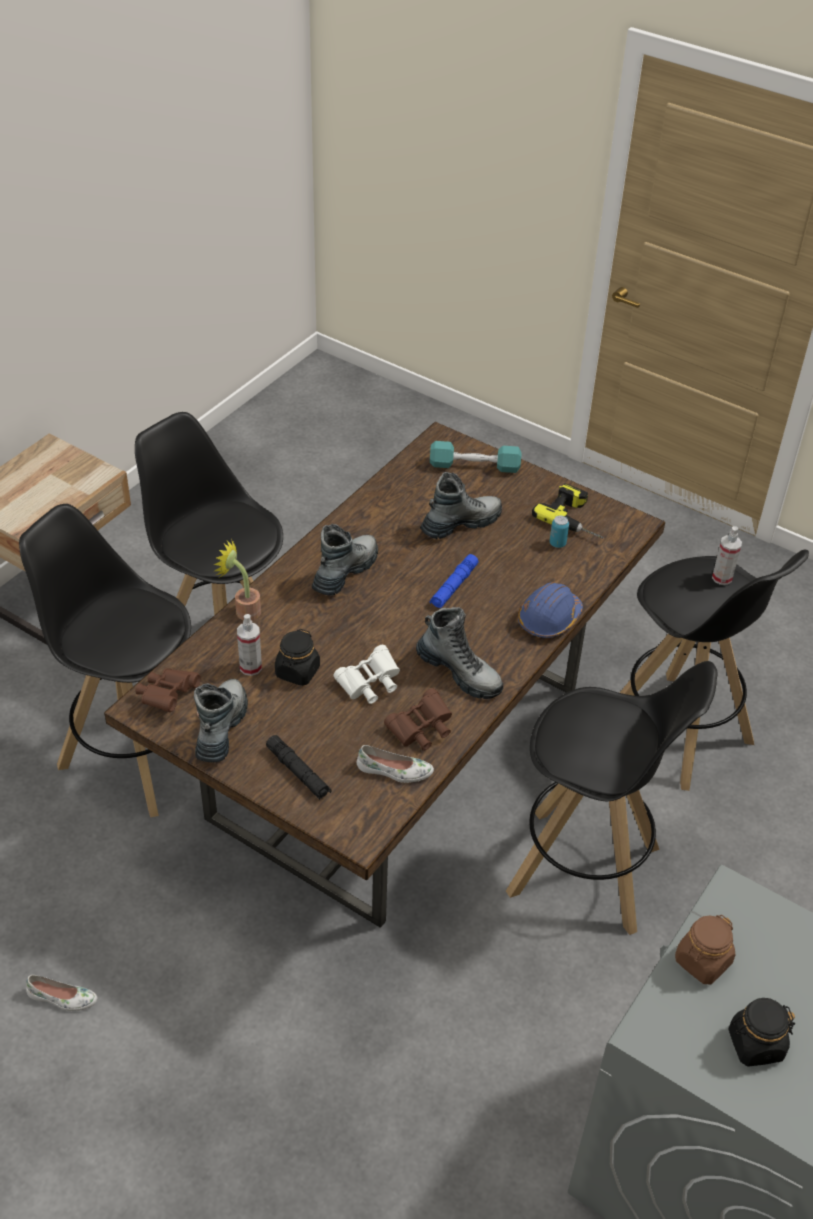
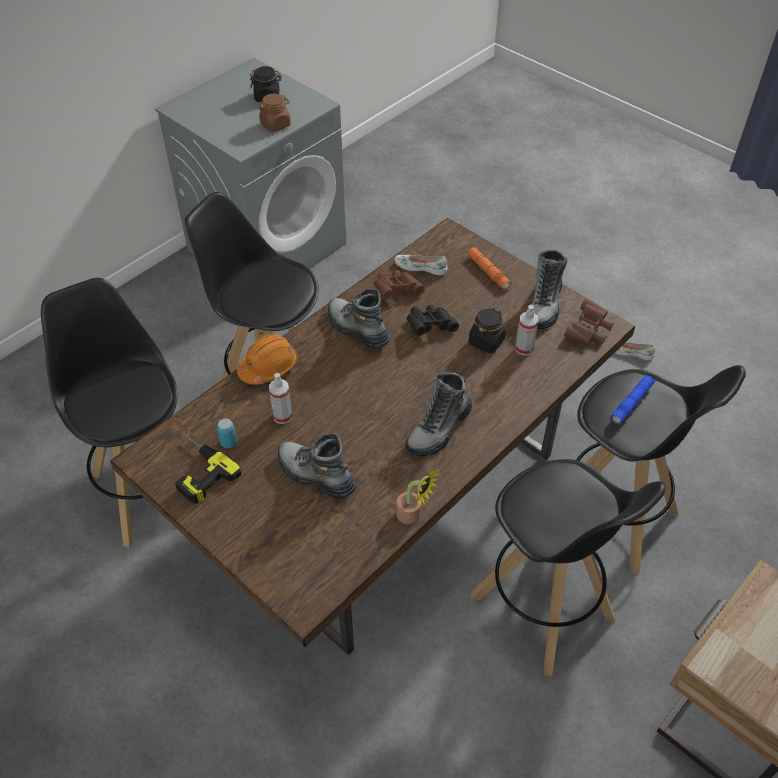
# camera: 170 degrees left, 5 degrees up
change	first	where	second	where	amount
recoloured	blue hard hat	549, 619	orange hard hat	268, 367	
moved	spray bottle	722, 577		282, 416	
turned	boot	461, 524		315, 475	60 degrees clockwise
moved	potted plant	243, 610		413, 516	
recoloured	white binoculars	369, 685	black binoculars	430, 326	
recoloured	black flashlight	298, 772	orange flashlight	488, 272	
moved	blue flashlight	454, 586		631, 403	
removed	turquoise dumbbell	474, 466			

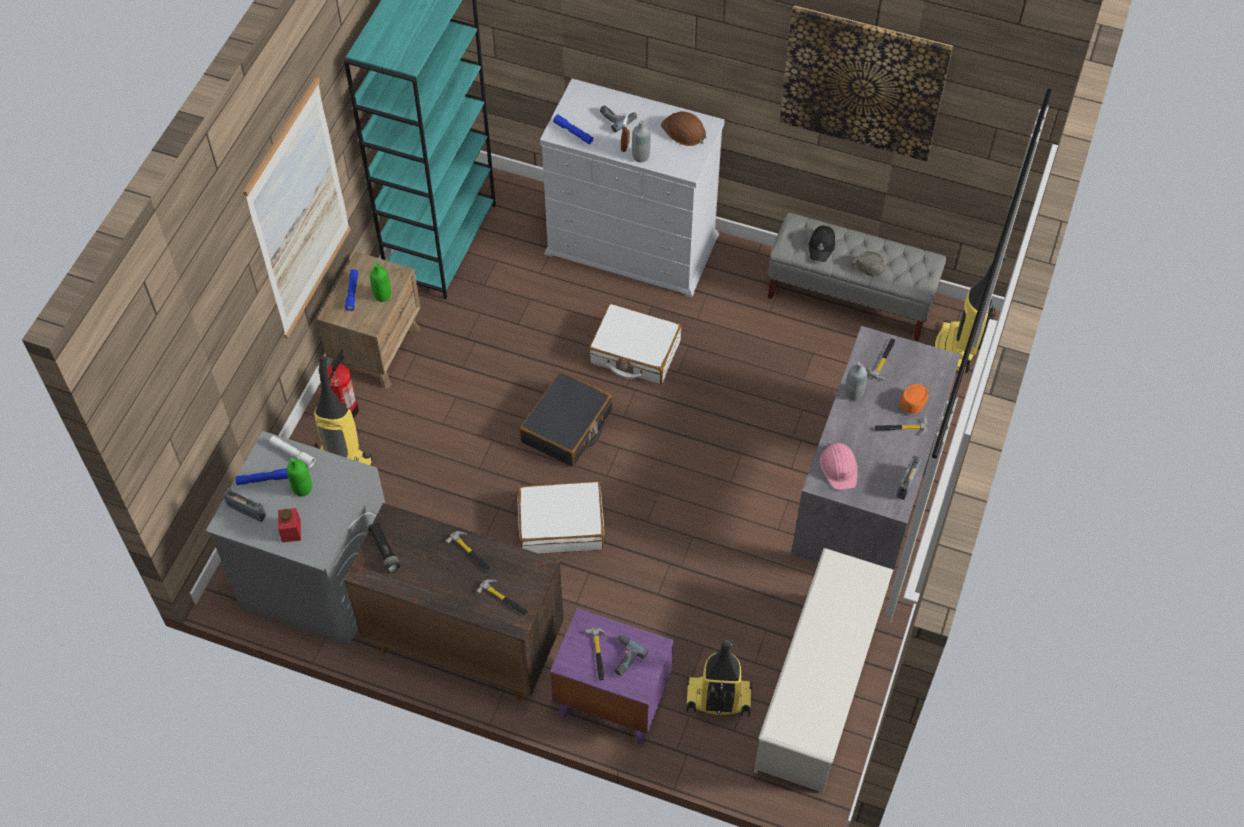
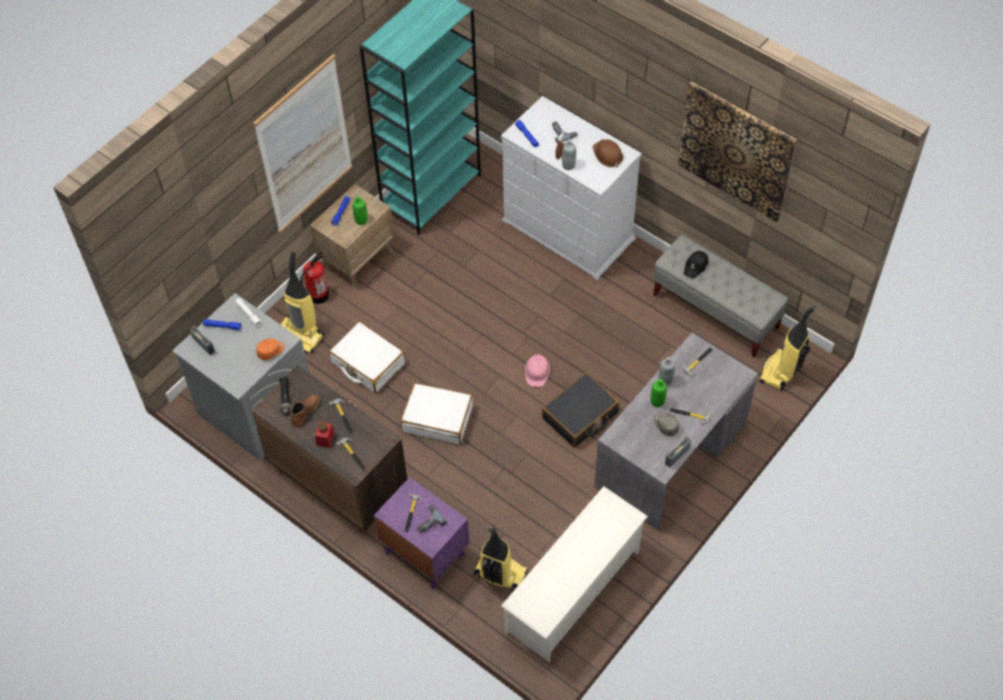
# camera: 20 degrees right, 0 degrees up
change	first	where	second	where	amount
moved	orange cap	914, 400		271, 351	
added			brown boot	305, 412	
moved	red jar	291, 531		325, 439	
moved	white suitcase	634, 352		367, 363	
moved	pink hard hat	839, 467		537, 371	
moved	black suitcase	567, 427		580, 416	
moved	green bottle	302, 488		657, 401	
moved	grey cap	866, 267		665, 425	

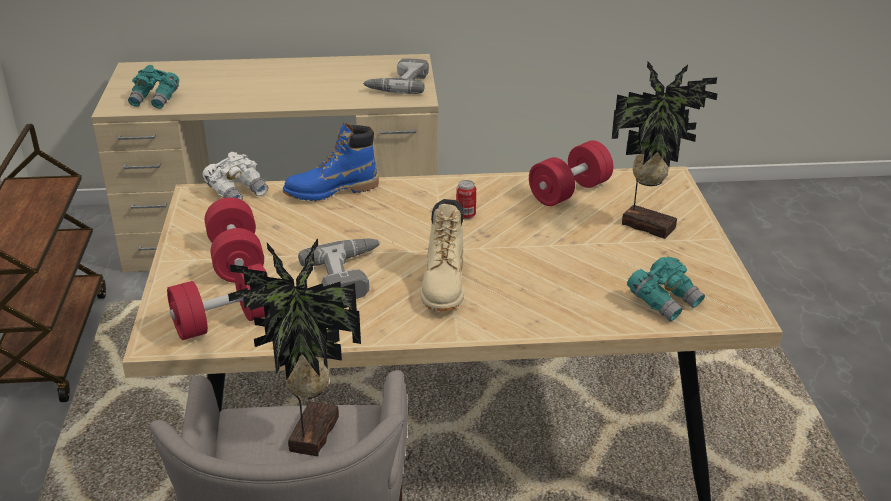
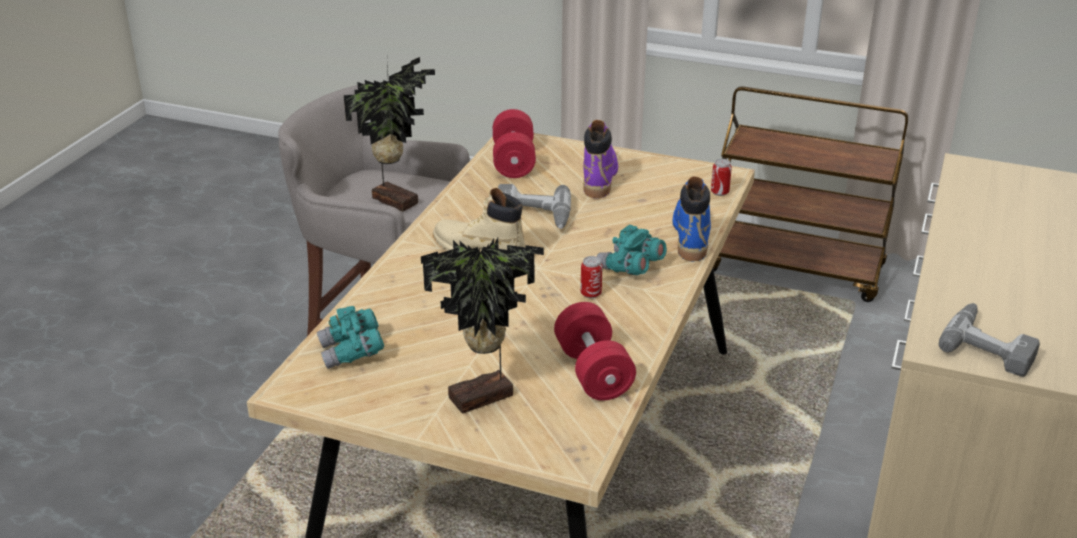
# camera: 115 degrees right, 0 degrees up
change	first	where	second	where	amount
replaced	red dumbbell	236, 259	purple boot	598, 176	
moved	turquoise binoculars	155, 100		630, 268	
replaced	white binoculars	237, 192	can	719, 192	

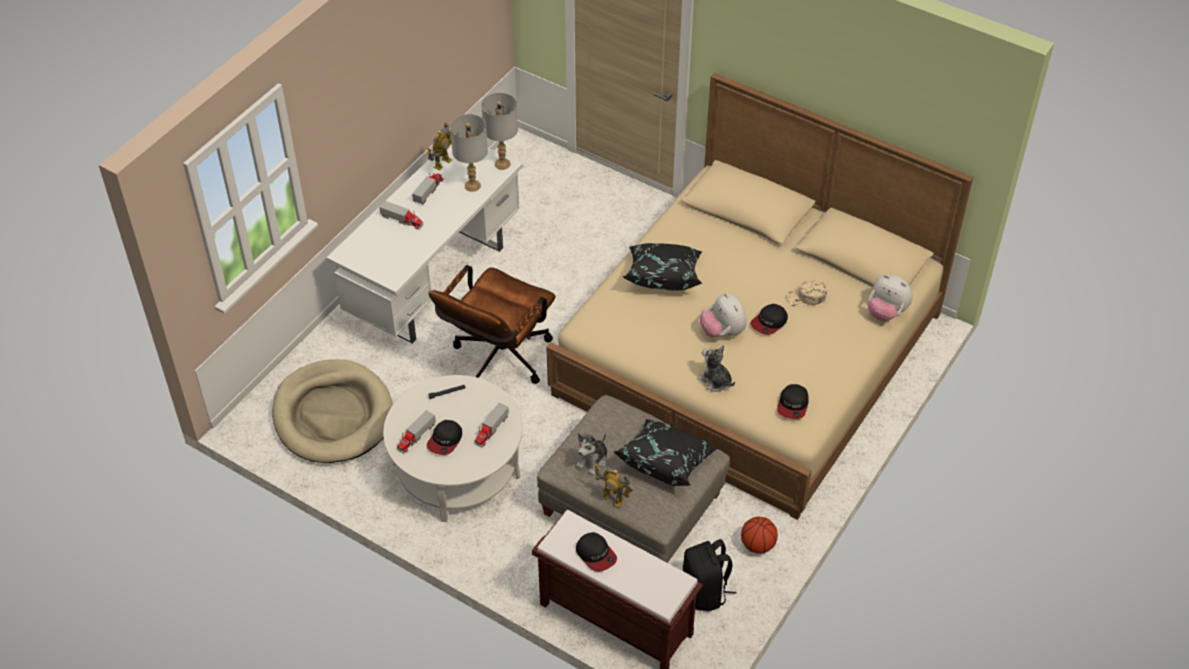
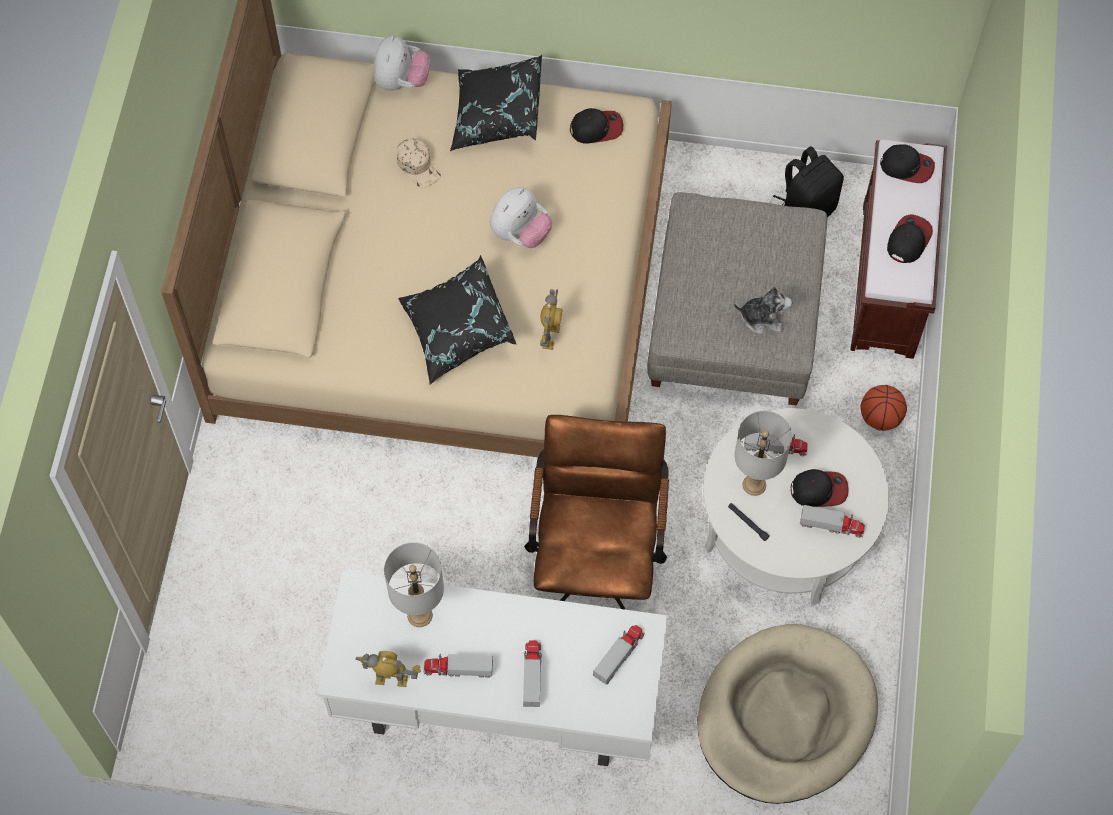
# camera: 115 degrees left, 15 degrees up
change	first	where	second	where	amount
moved	black pillow	666, 461		496, 116	
turned	brown office chair	497, 361		596, 560	90 degrees counterclockwise
moved	toy robot	613, 499		550, 336	
added			toy truck	619, 655	
moved	grey table lamp	502, 164		754, 484	
moved	basketball	758, 545		880, 417	
moved	cap	769, 322		907, 166	
removed	plush toy	715, 381			

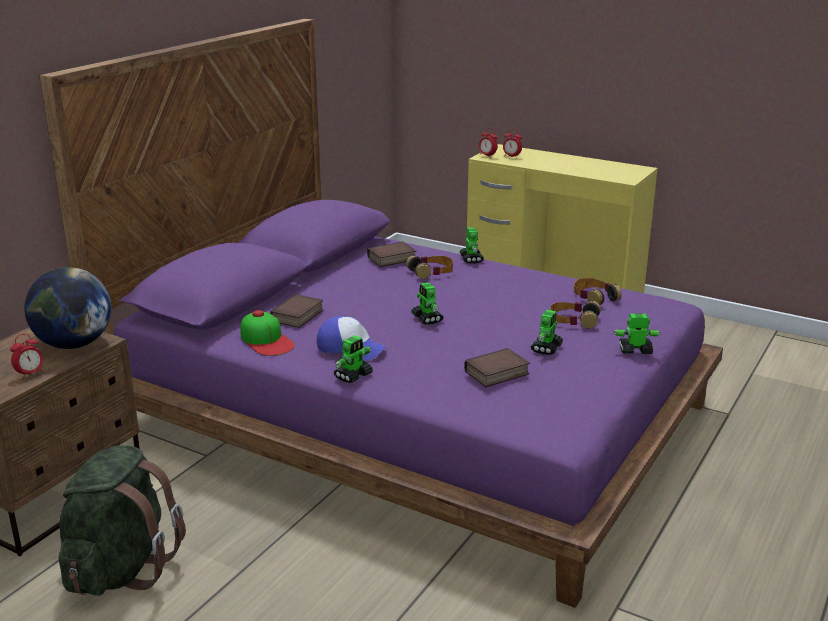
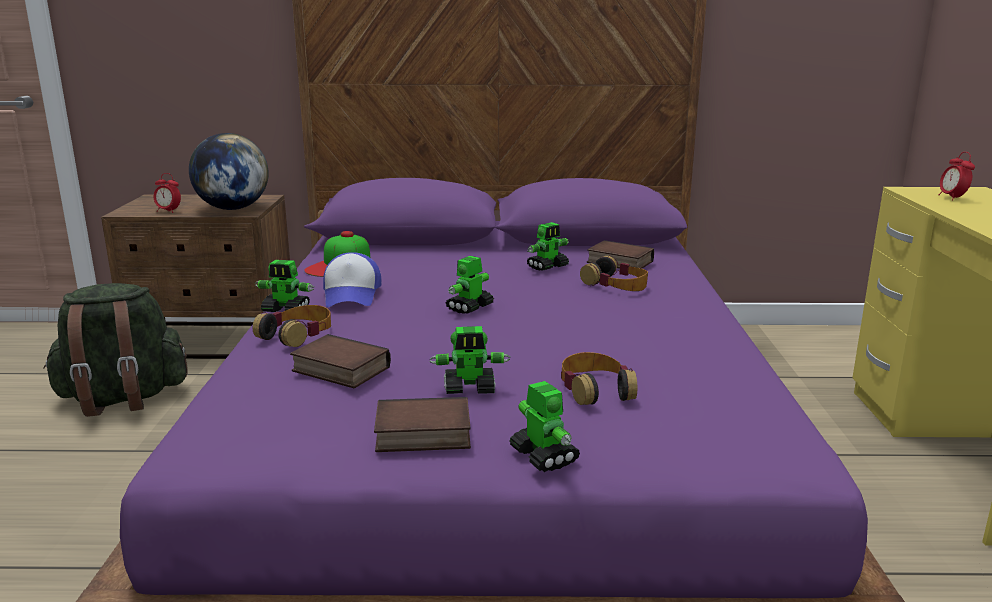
# camera: 60 degrees right, 5 degrees down
change	first	where	second	where	amount
moved	headphones	594, 297		297, 334	
moved	book	298, 316		421, 435	
moved	toy robot	471, 259		548, 266	
removed	alarm clock	487, 156			

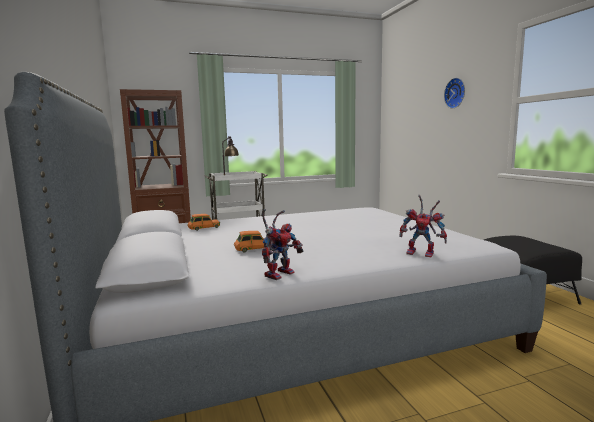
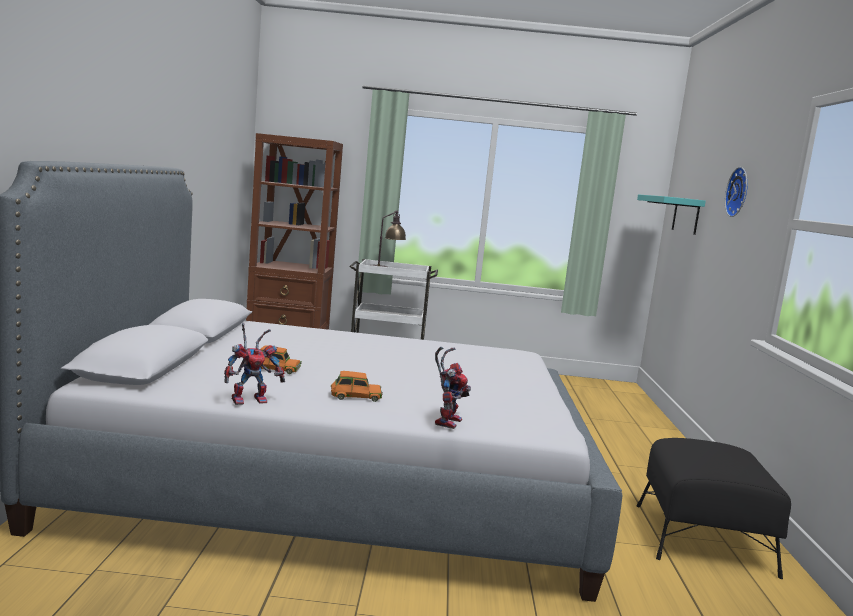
# camera: 20 degrees right, 0 degrees up
change	first	where	second	where	amount
moved	orange toy car	204, 227		355, 396	
turned	toy robot	423, 253		446, 421	120 degrees counterclockwise
added			turquoise shelf	686, 215	

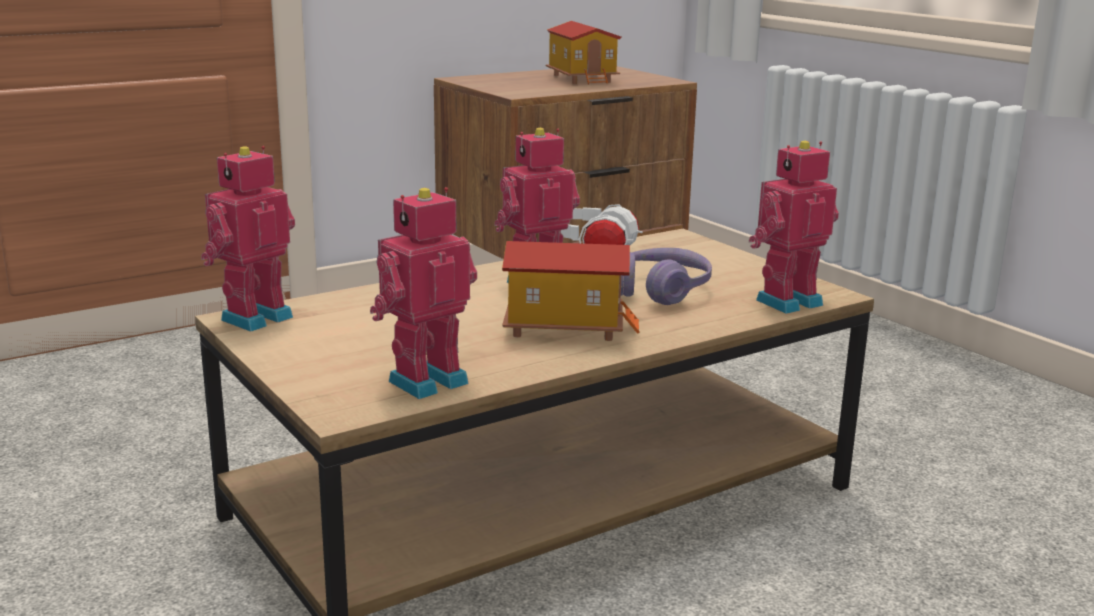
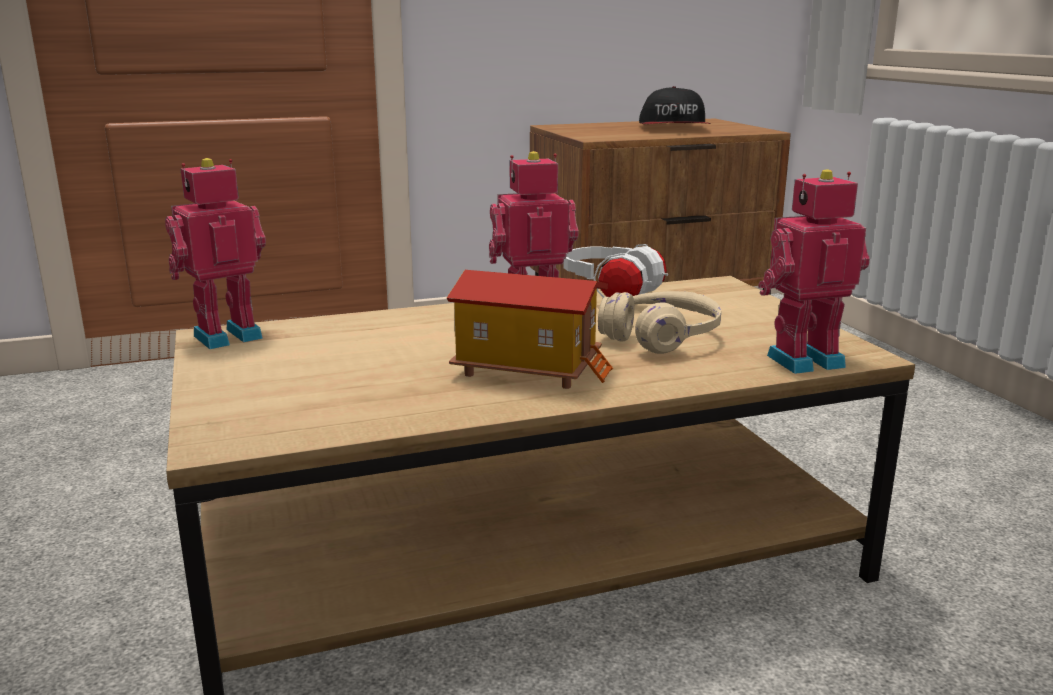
# camera: 15 degrees right, 0 degrees up
change	first	where	second	where	amount
recoloured	purple headphones	659, 291	beige headphones	660, 338	
replaced	toy house	583, 79	cap	674, 128	
removed	toy robot	425, 380			

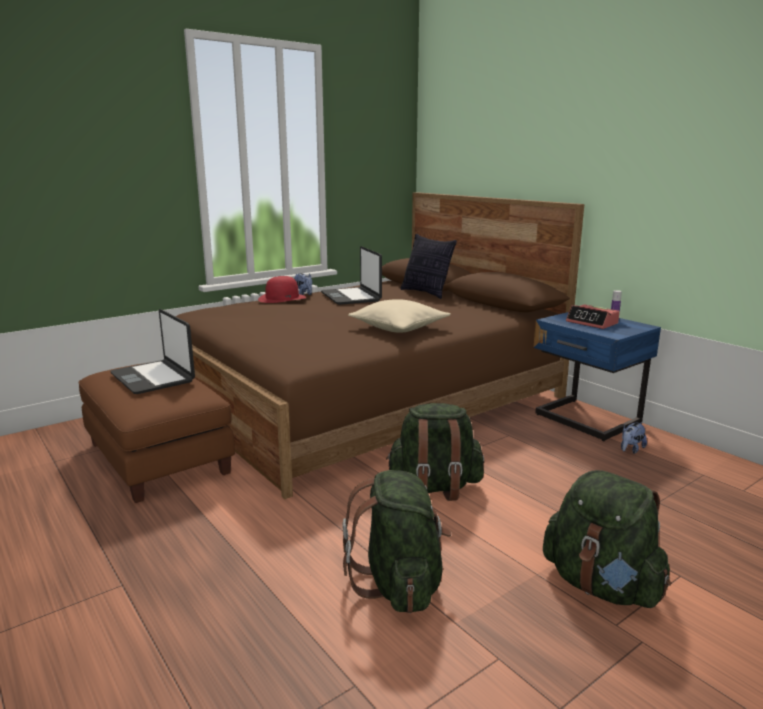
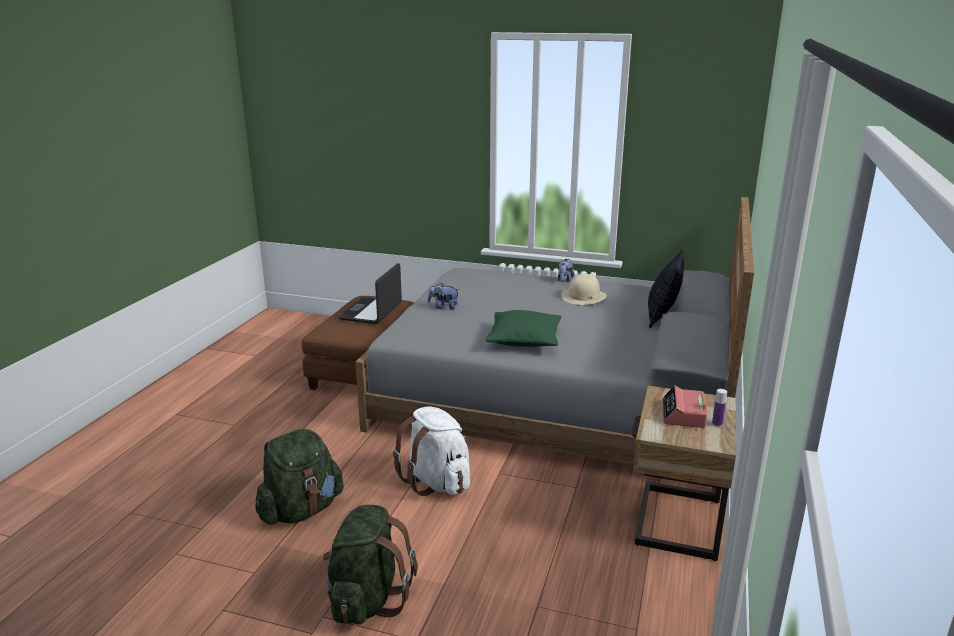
# camera: 55 degrees right, 5 degrees up
change	first	where	second	where	amount
recoloured	brown bed	370, 398	grey bed	557, 398	
recoloured	green backpack	435, 488	white backpack	436, 482	
moved	plush toy	631, 449		443, 307	
recoloured	beige pillow	399, 328	green pillow	524, 340	
replaced	laptop	351, 297	beige hat	583, 296	
recoloured	blue nightstand	586, 420	beige nightstand	674, 522	
removed	red hat	282, 298			

